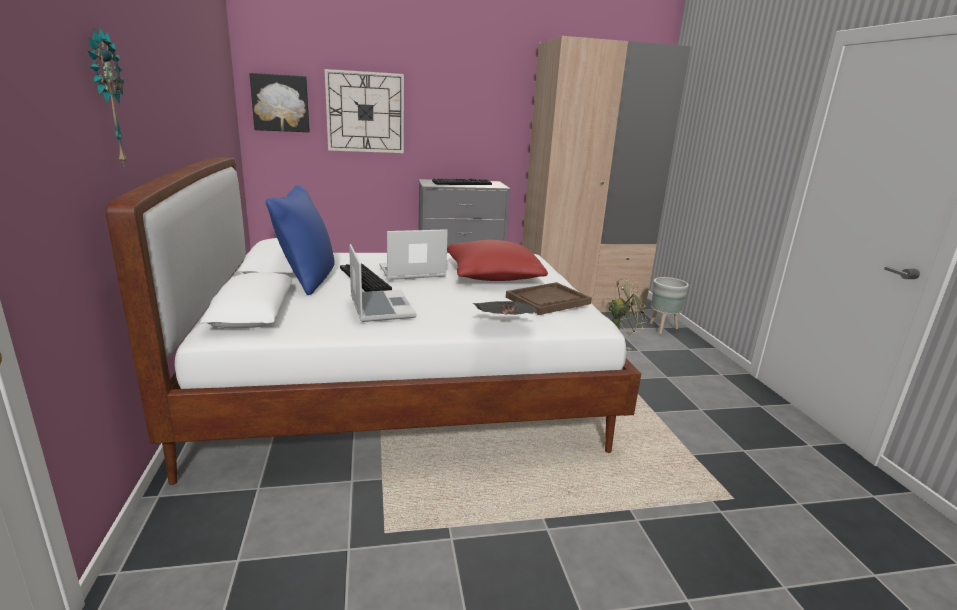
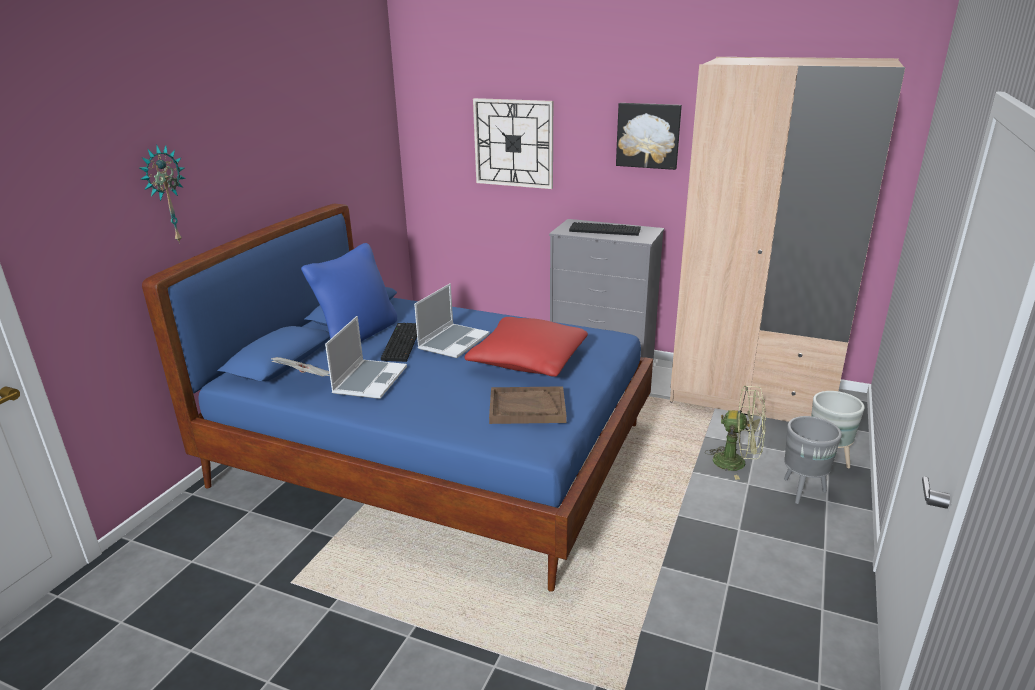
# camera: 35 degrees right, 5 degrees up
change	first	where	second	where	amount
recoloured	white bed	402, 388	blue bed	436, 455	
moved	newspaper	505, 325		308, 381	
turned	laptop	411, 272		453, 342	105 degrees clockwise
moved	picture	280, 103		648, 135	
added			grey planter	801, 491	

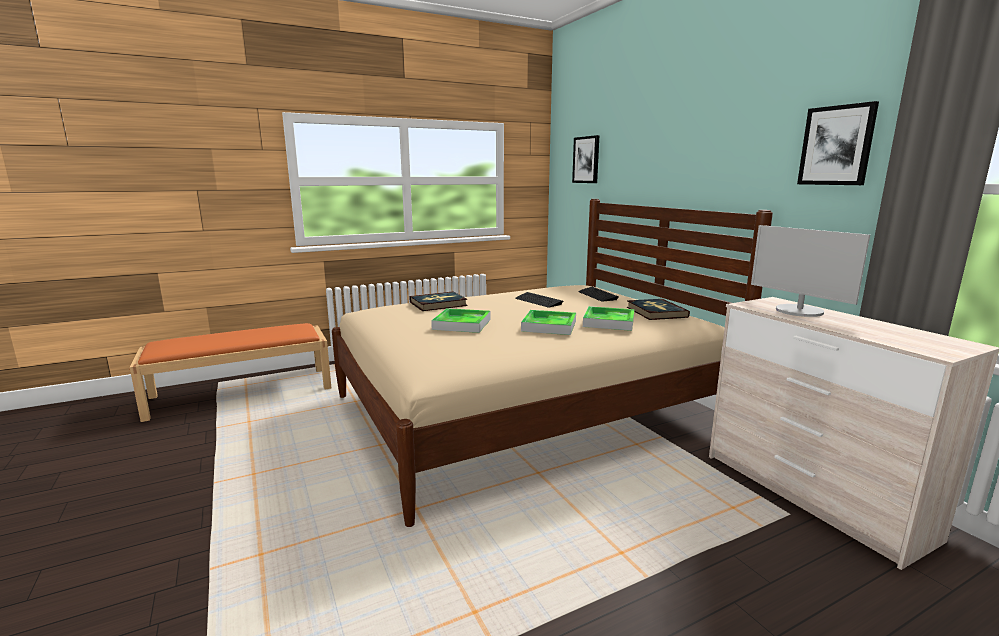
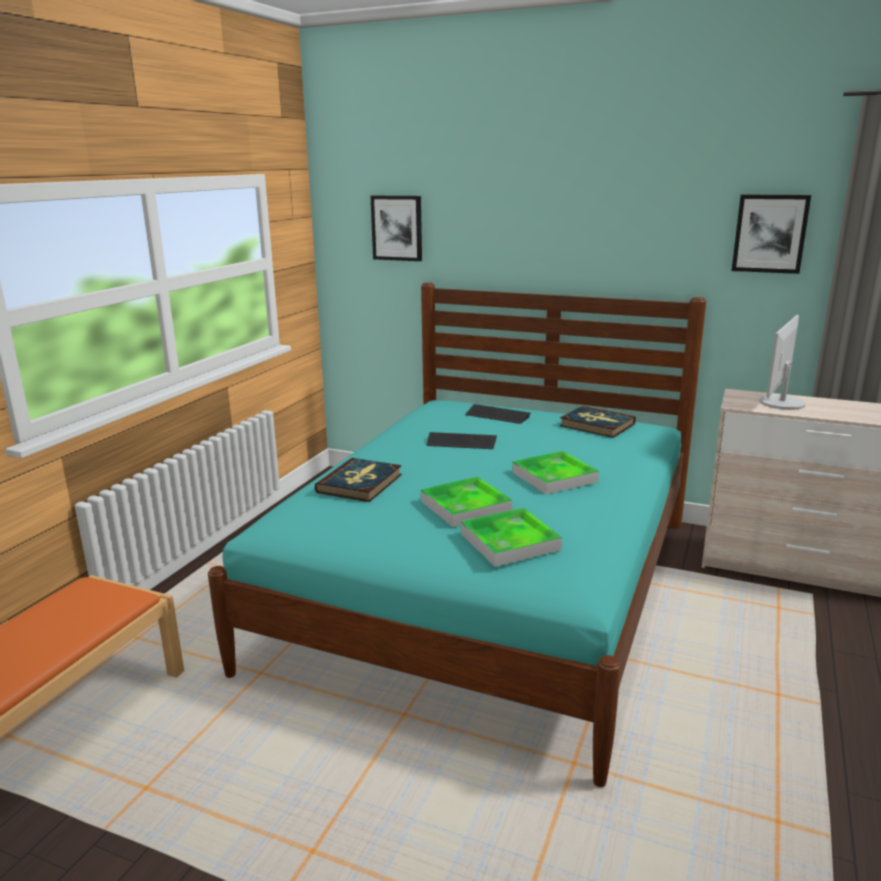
# camera: 40 degrees left, 5 degrees up
change	first	where	second	where	amount
recoloured	beige bed	527, 411	turquoise bed	488, 588	
moved	tray	608, 322		509, 542	
turned	monitor	799, 311		781, 403	105 degrees clockwise

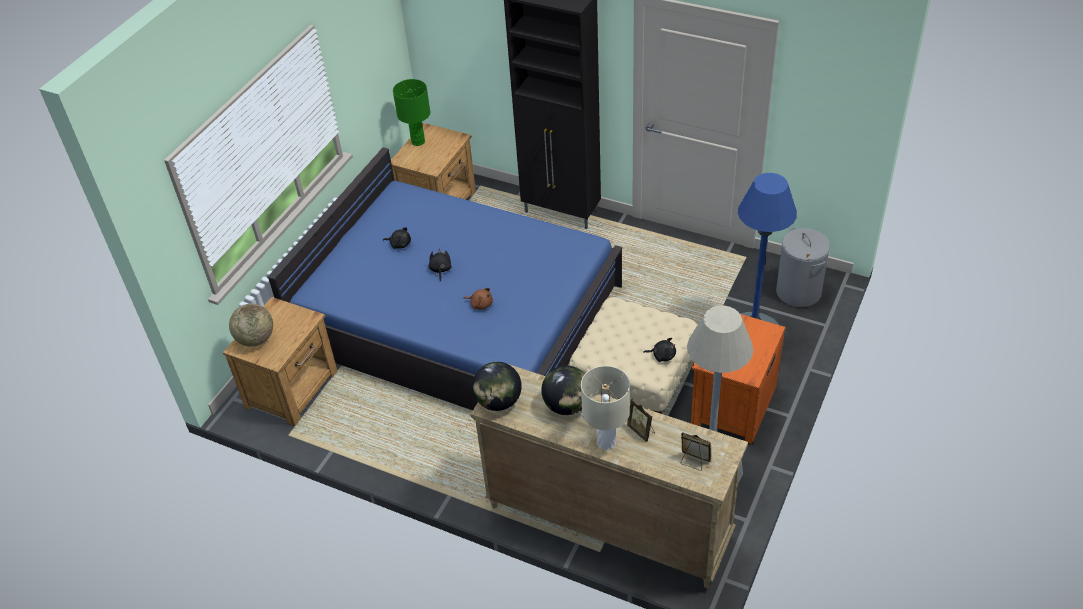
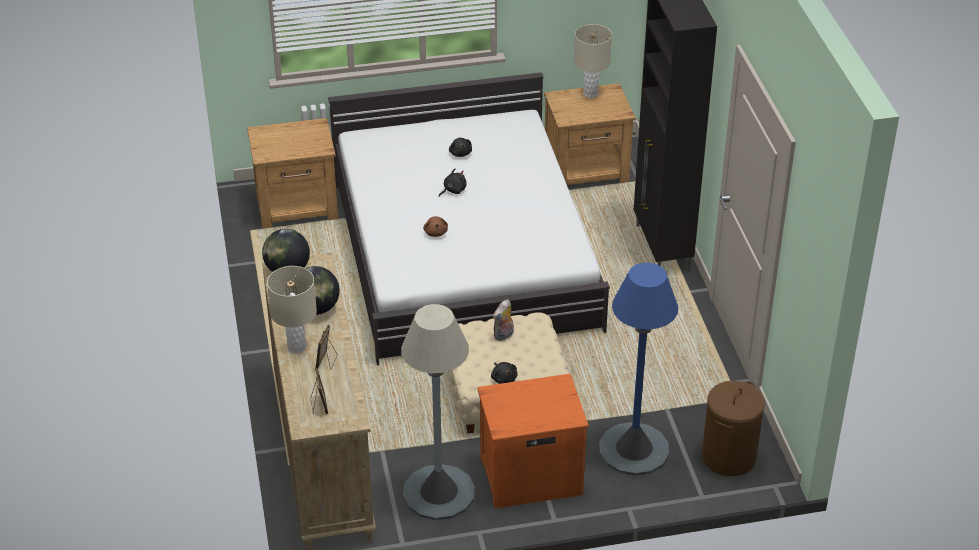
# camera: 50 degrees right, 5 degrees down
change	first	where	second	where	amount
recoloured	blue bed	458, 318	white bed	463, 253	
added			plush toy	504, 336	
recoloured	green table lamp	418, 141	beige table lamp	590, 93	
recoloured	grey laundry basket	799, 292	brown laundry basket	728, 457	
removed	globe	256, 339			

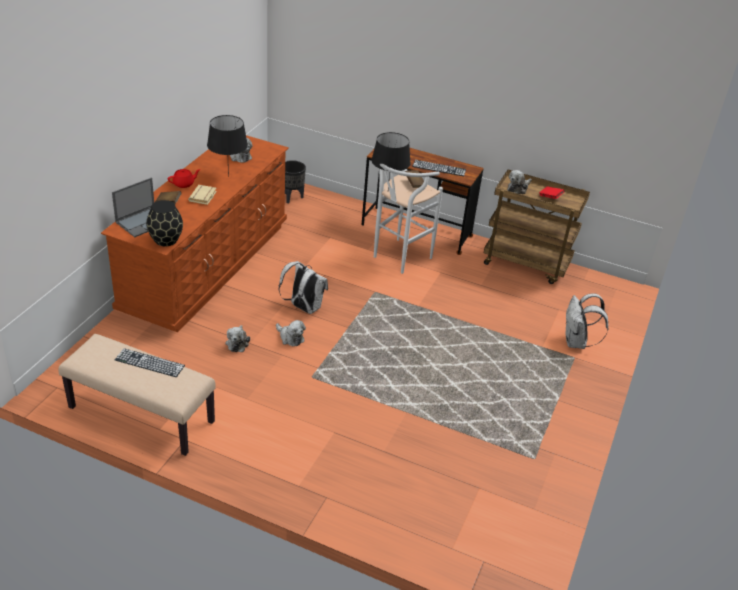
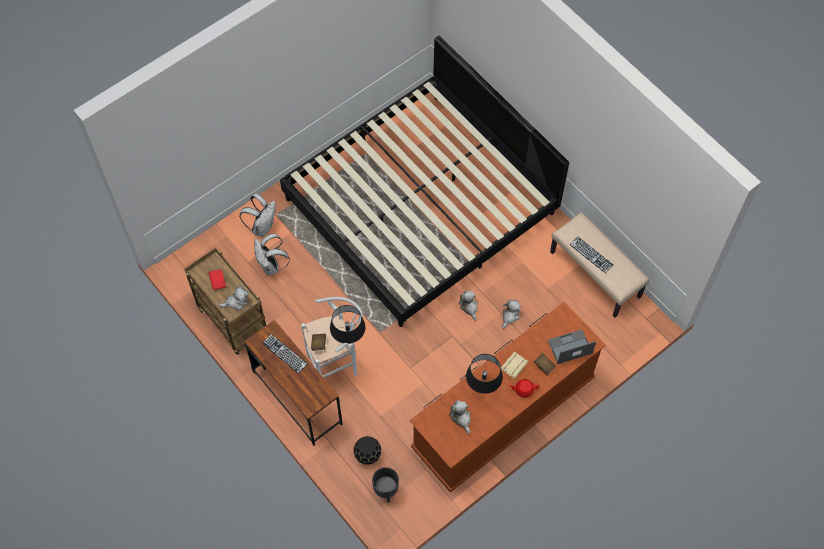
# camera: 150 degrees left, 25 degrees up
change	first	where	second	where	amount
moved	white backpack	303, 308		271, 266	
added			bed	420, 206	
moved	black vase	165, 240		368, 455	

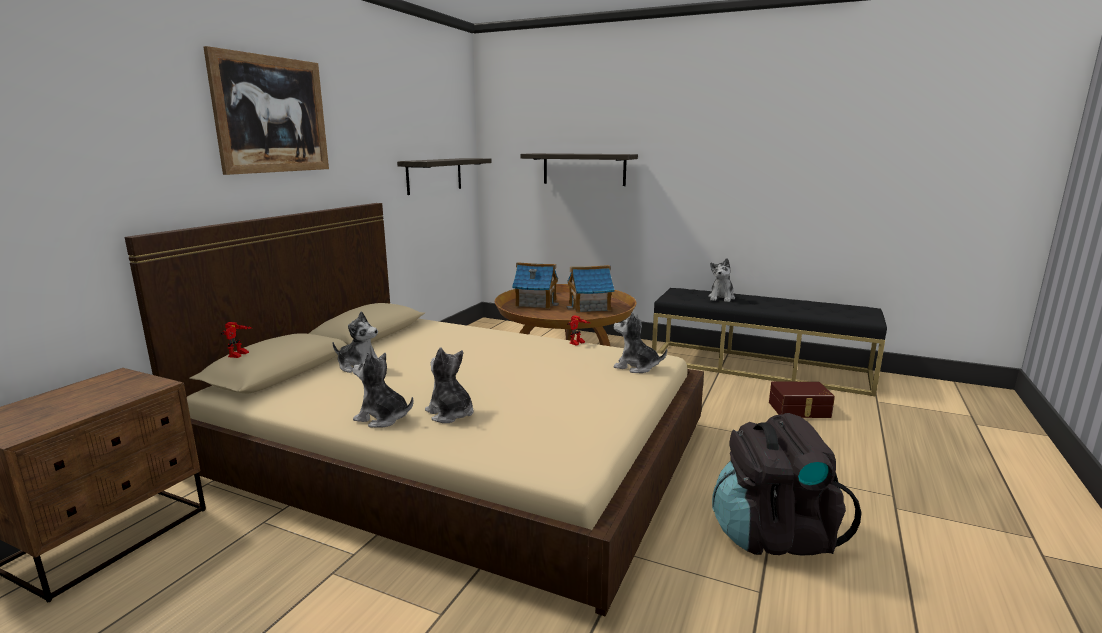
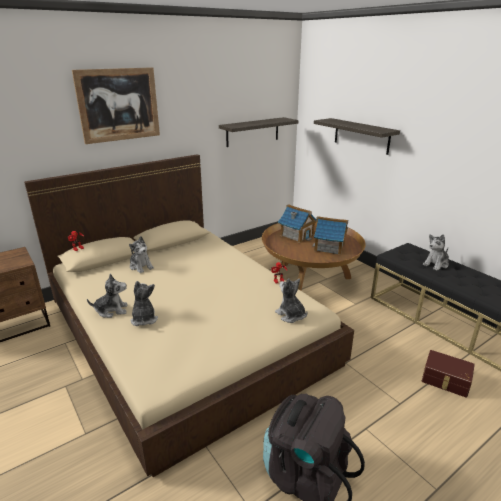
# camera: 30 degrees right, 10 degrees up
change	first	where	second	where	amount
turned	plush toy	383, 418		112, 310	120 degrees clockwise

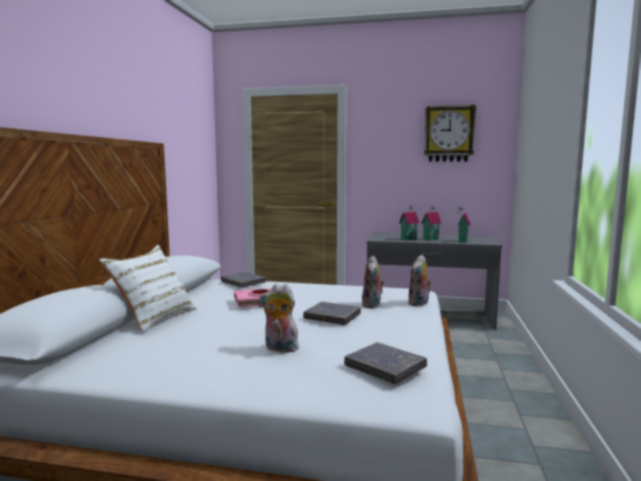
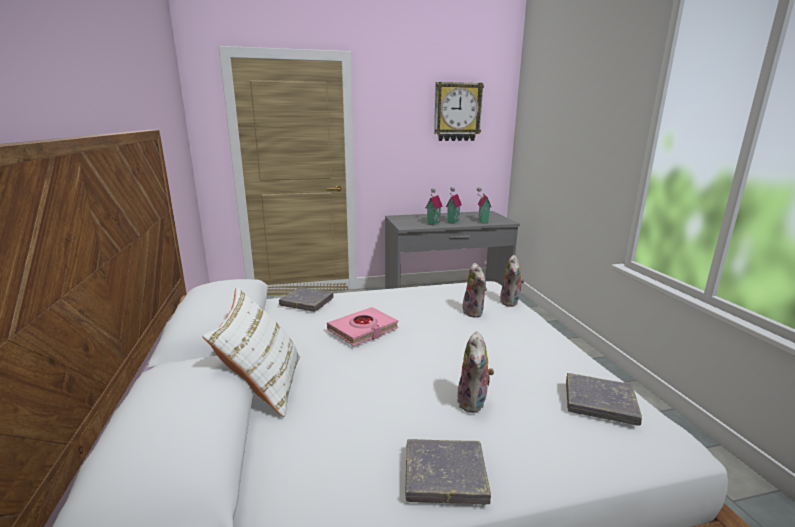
# camera: 25 degrees left, 10 degrees up
change	first	where	second	where	amount
moved	grey book	332, 317		445, 475	
turned	plush toy	279, 349		474, 402	75 degrees counterclockwise

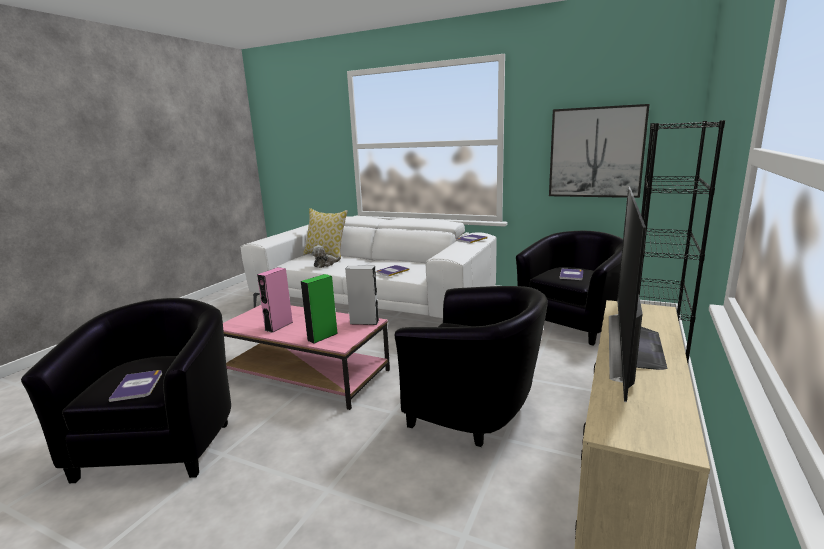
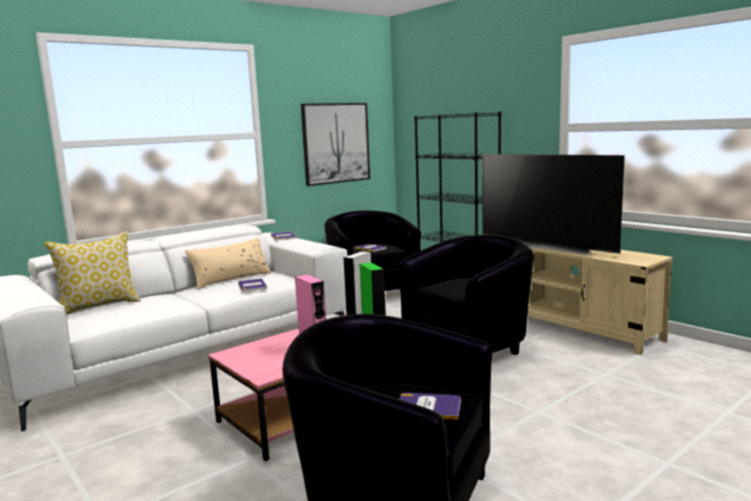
# camera: 65 degrees left, 5 degrees down
change	first	where	second	where	amount
added			beige pillow	231, 279	
removed	plush toy	325, 264			

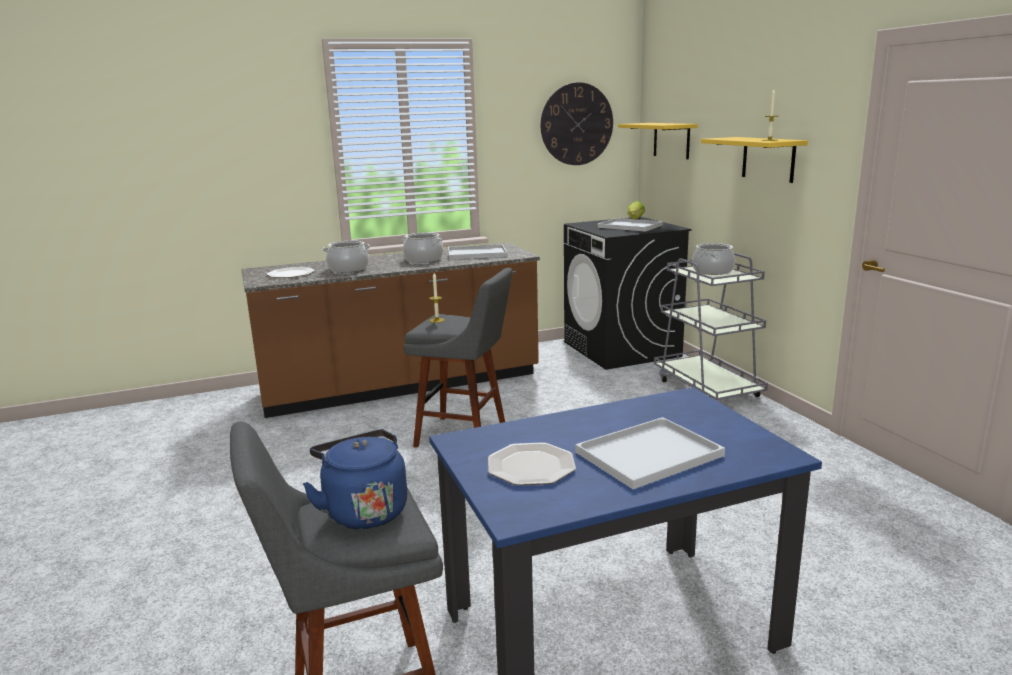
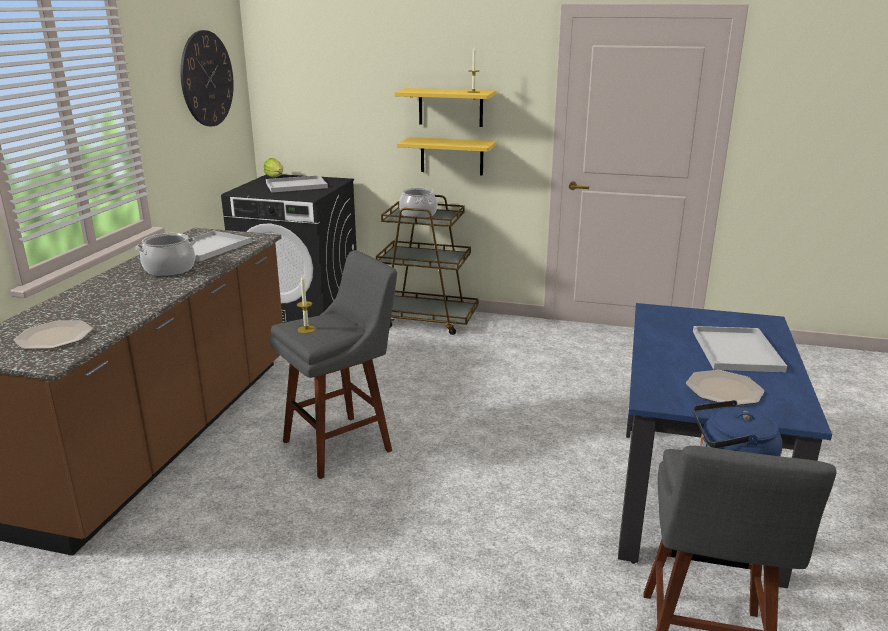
# camera: 55 degrees left, 5 degrees up
change	first	where	second	where	amount
recoloured	grey cart	707, 388	brown cart	425, 320	
moved	yellow shelf	671, 140		451, 156	
removed	cooking pot	348, 269			

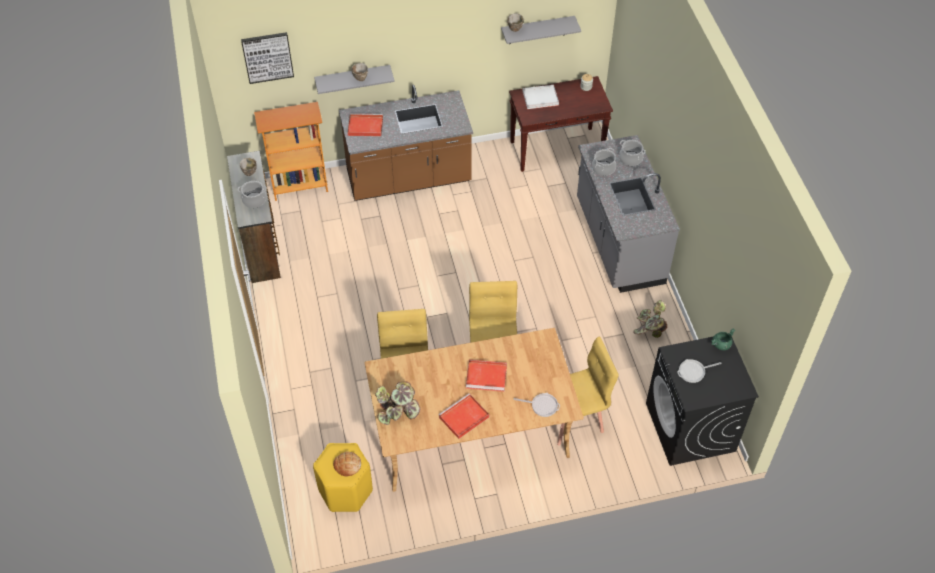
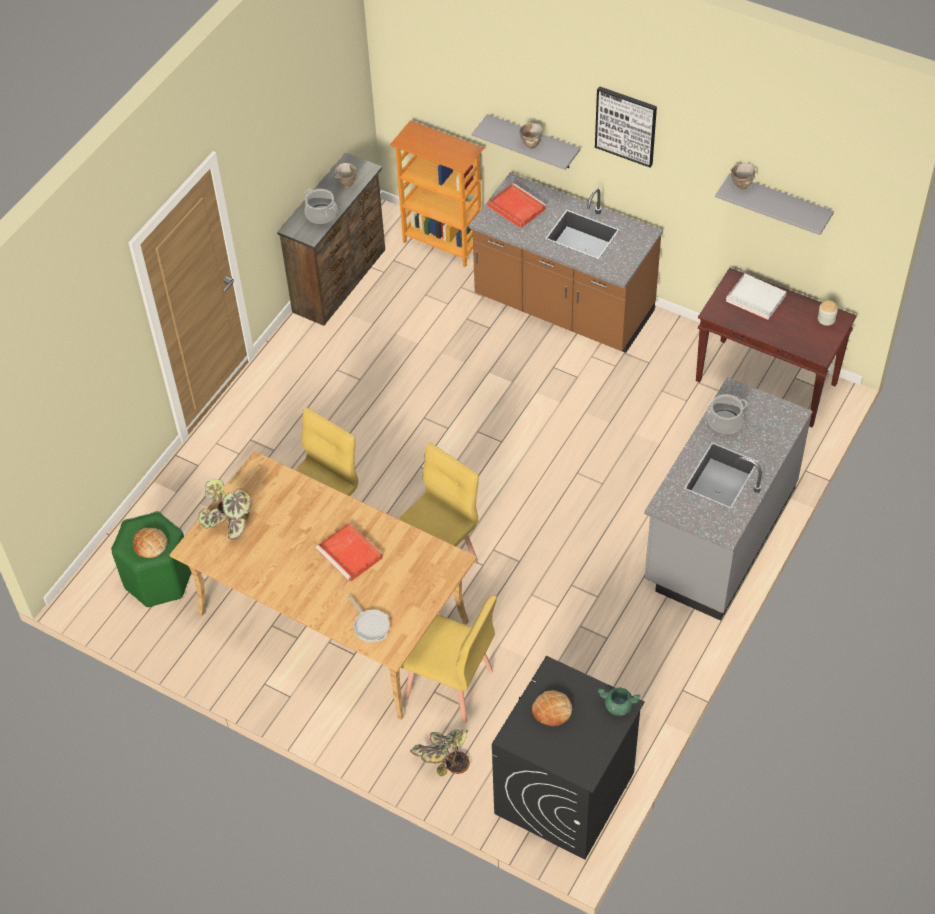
# camera: 45 degrees right, 0 degrees up
change	first	where	second	where	amount
recoloured	yellow stool	345, 490	green stool	158, 579	
moved	potted plant	649, 329		442, 758	
replaced	frying pan	693, 372	bread	552, 710	
moved	picture	267, 57		626, 125	
removed	red tray	463, 418			
removed	cooking pot	630, 158			

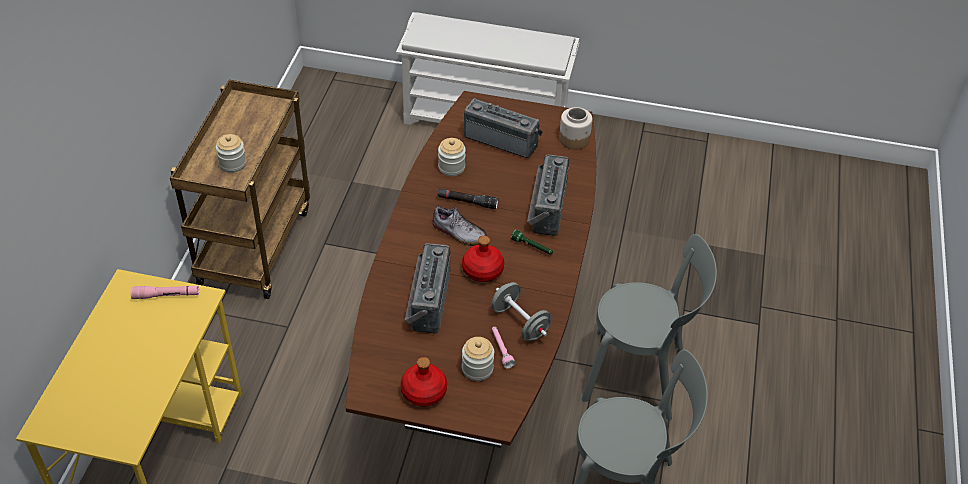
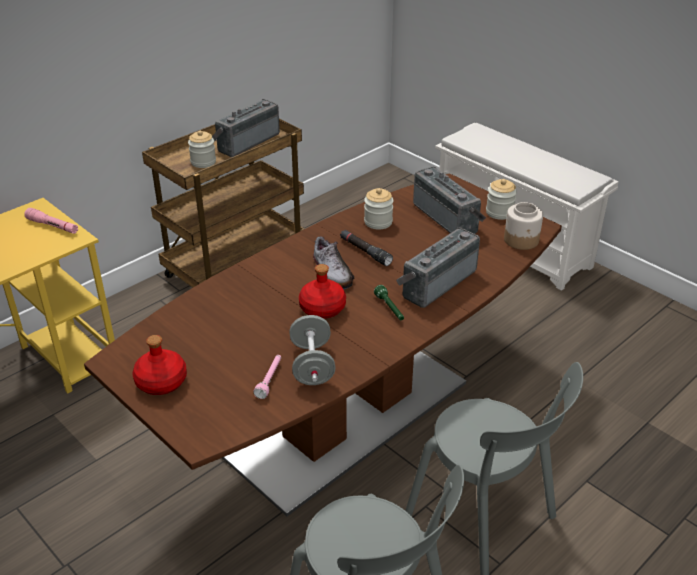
# camera: 35 degrees right, 10 degrees down
change	first	where	second	where	amount
moved	radio	426, 300		246, 142	
moved	jar	477, 369		499, 212	

